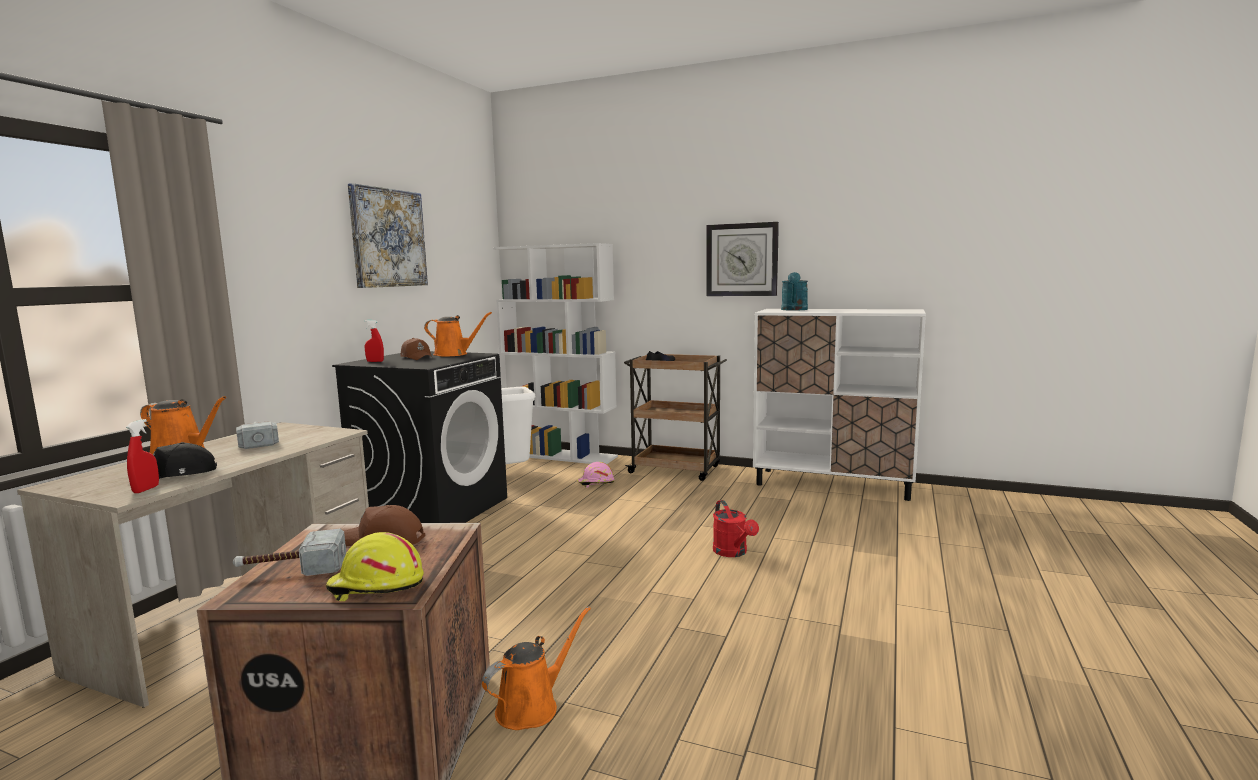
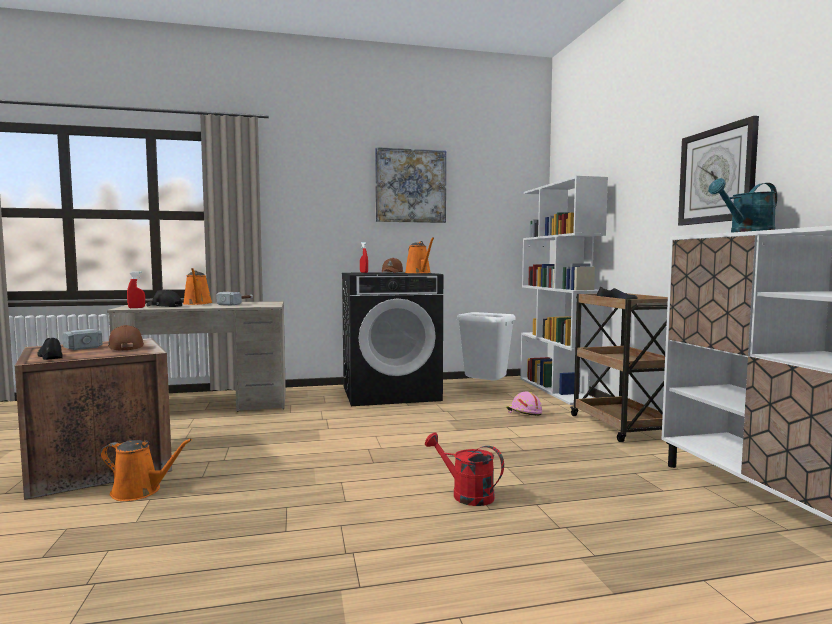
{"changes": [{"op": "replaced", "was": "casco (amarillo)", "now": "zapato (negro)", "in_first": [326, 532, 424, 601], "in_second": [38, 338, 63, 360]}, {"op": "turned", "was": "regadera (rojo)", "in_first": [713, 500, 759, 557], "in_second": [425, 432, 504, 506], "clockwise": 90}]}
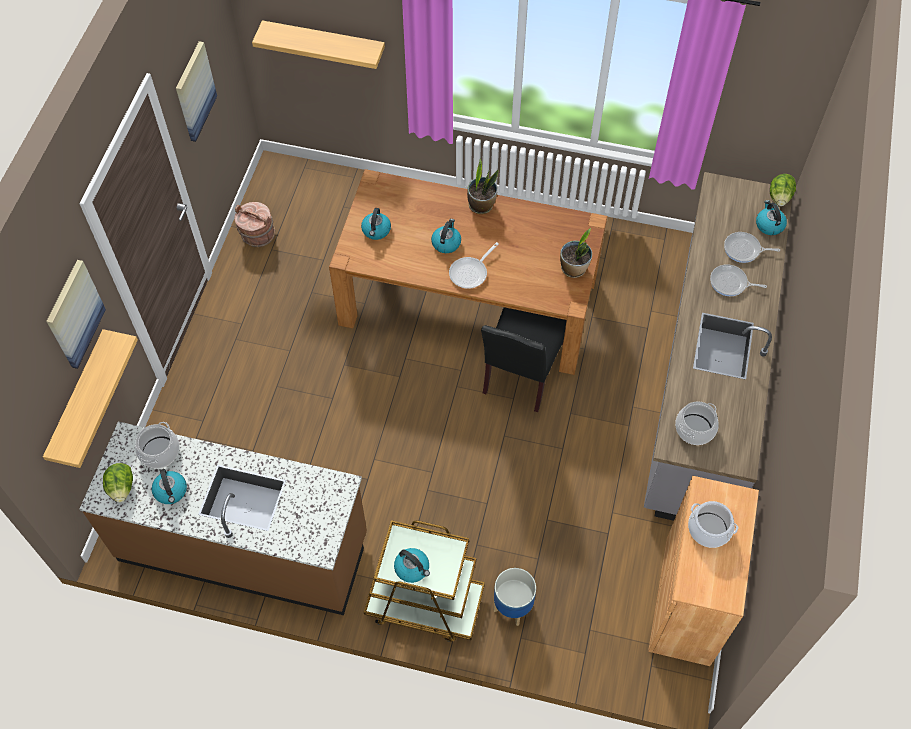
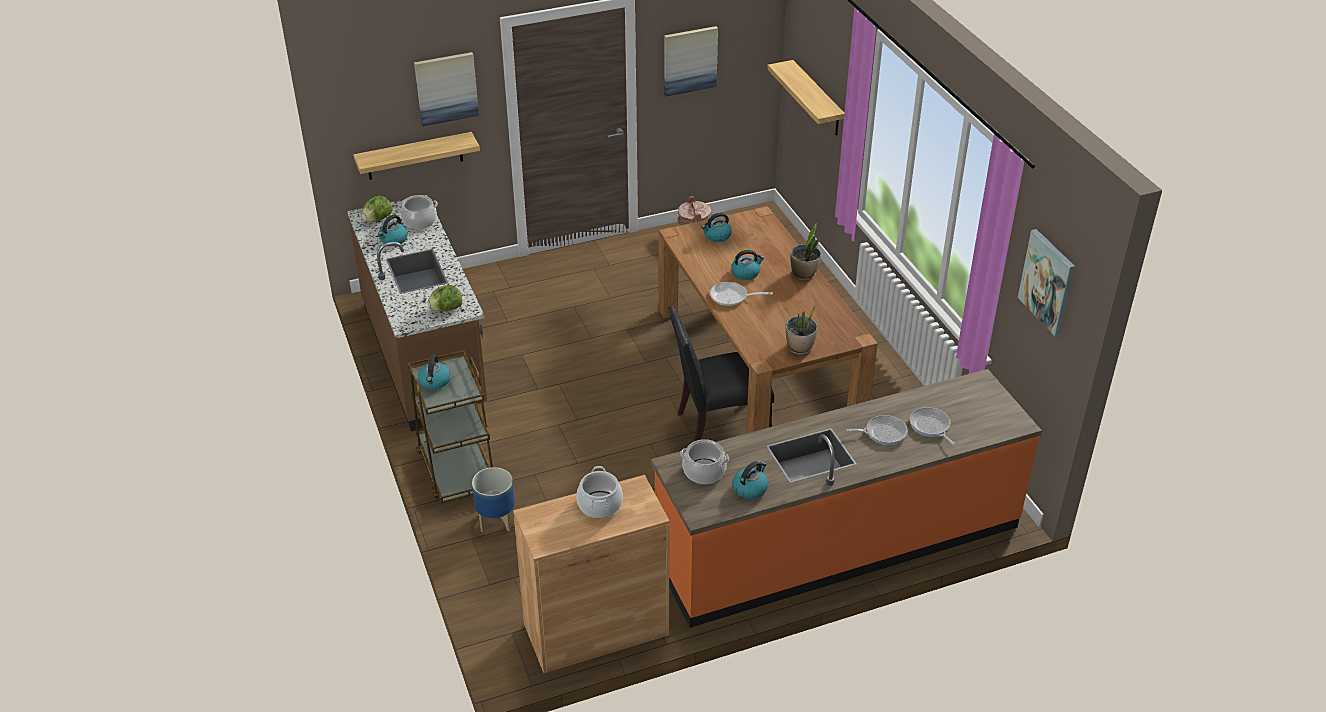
{"changes": [{"op": "added", "now": "cuadro", "in_second": [1018, 229, 1075, 336]}, {"op": "moved", "was": "hervidor", "in_first": [756, 200, 787, 235], "in_second": [733, 461, 768, 499]}, {"op": "moved", "was": "lechuga", "in_first": [770, 174, 796, 206], "in_second": [428, 285, 462, 311]}, {"op": "recoloured", "was": "mueble bajo de cocina (gris)", "now": "mueble bajo de cocina (naranja)", "in_first": [644, 172, 792, 521], "in_second": [651, 369, 1042, 628]}, {"op": "turned", "was": "sartén", "in_first": [710, 264, 767, 296], "in_second": [846, 415, 907, 445], "clockwise": 105}]}
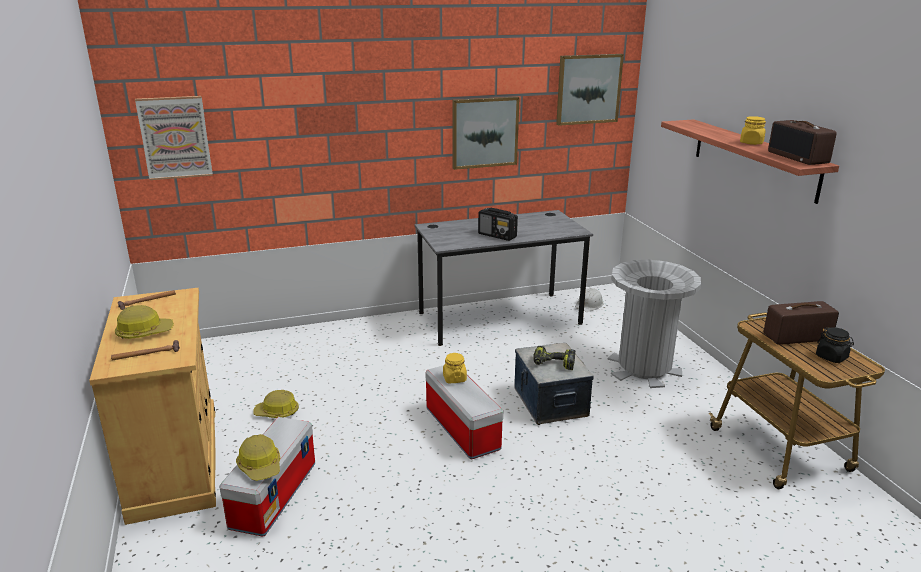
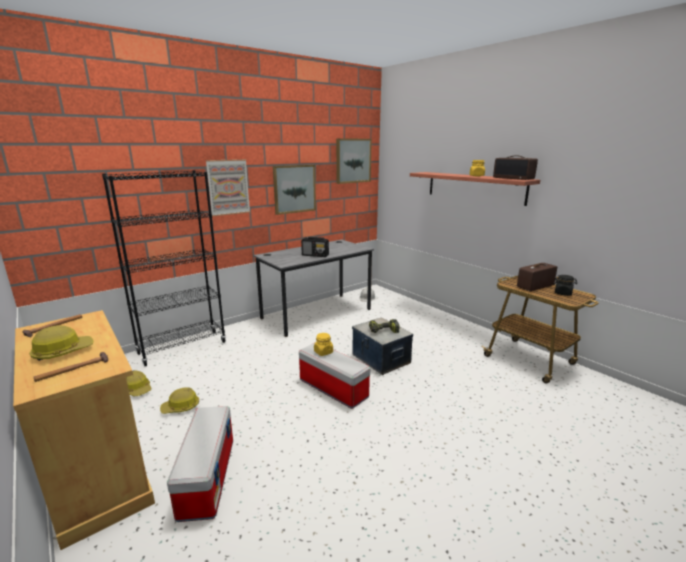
{"changes": [{"op": "removed", "was": "papelera (gris)", "in_first": [608, 260, 701, 388]}, {"op": "added", "now": "estantería (negro)", "in_second": [102, 170, 226, 366]}, {"op": "moved", "was": "cuadro", "in_first": [135, 96, 213, 180], "in_second": [206, 159, 250, 216]}, {"op": "moved", "was": "casco", "in_first": [236, 434, 280, 481], "in_second": [126, 371, 152, 396]}]}
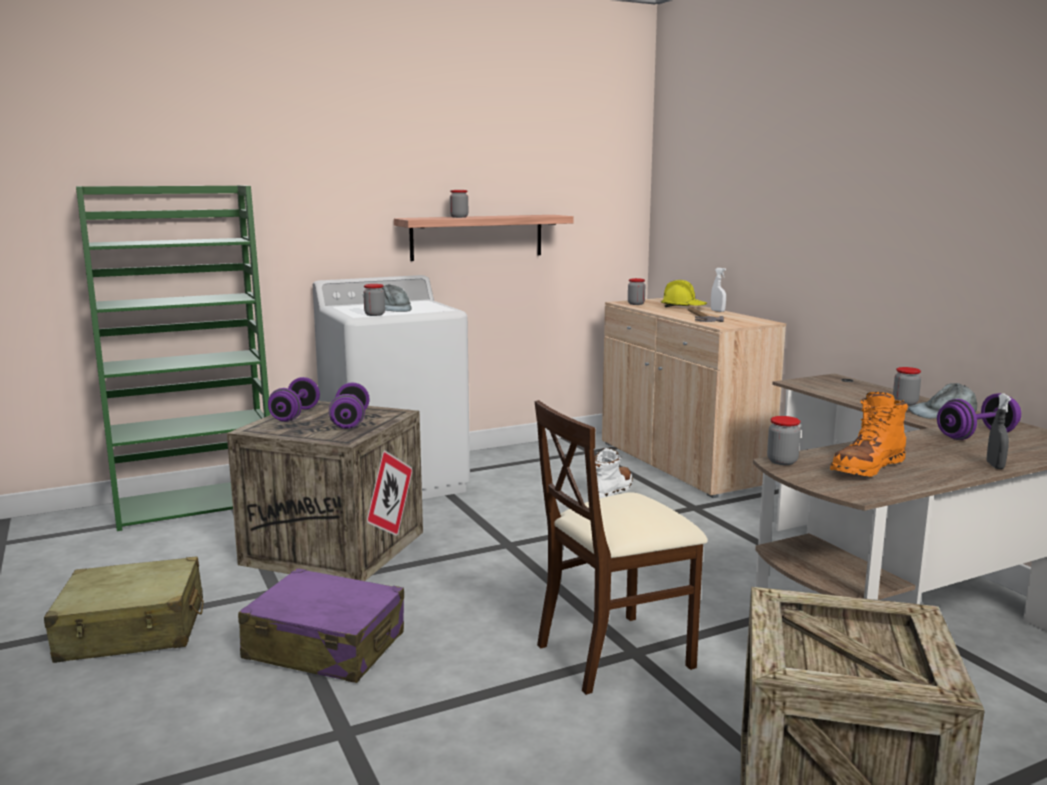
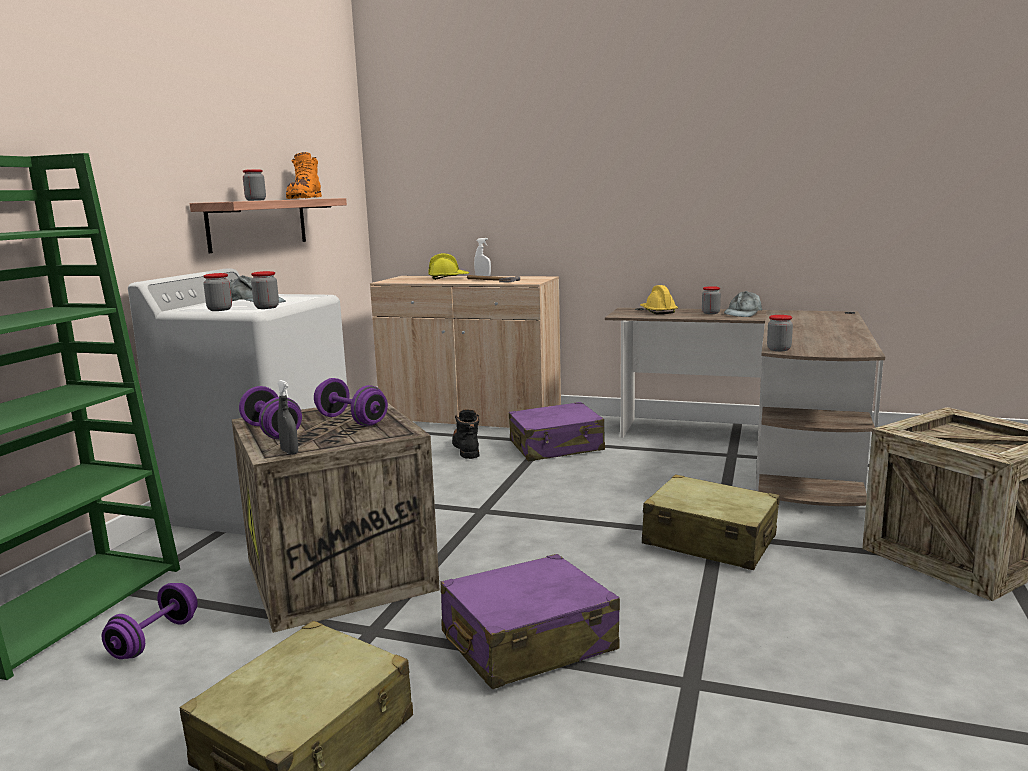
{"changes": [{"op": "added", "now": "maleta (morado)", "in_second": [509, 402, 605, 461]}, {"op": "added", "now": "casco (amarillo)", "in_second": [640, 285, 678, 314]}, {"op": "moved", "was": "tarro", "in_first": [628, 278, 645, 305], "in_second": [203, 273, 232, 311]}, {"op": "moved", "was": "bota (naranja)", "in_first": [830, 392, 908, 477], "in_second": [286, 152, 322, 199]}, {"op": "moved", "was": "mancuerna (morado)", "in_first": [937, 393, 1021, 440], "in_second": [102, 583, 198, 659]}, {"op": "moved", "was": "pulverizador (gris)", "in_first": [987, 393, 1011, 469], "in_second": [277, 380, 298, 455]}, {"op": "replaced", "was": "silla (beis)", "now": "maleta (beis)", "in_first": [535, 400, 708, 695], "in_second": [642, 474, 780, 570]}, {"op": "recoloured", "was": "bota (blanco)", "now": "bota (negro)", "in_first": [595, 448, 633, 499], "in_second": [452, 410, 479, 459]}]}
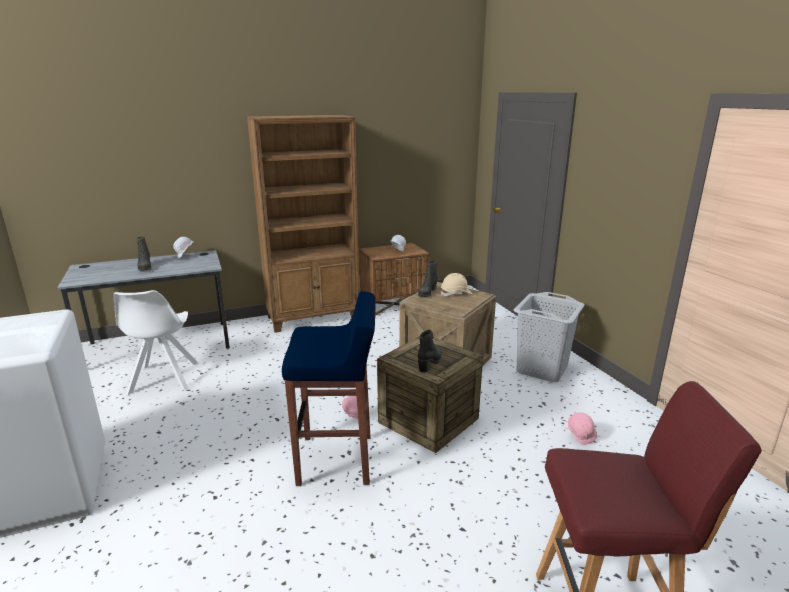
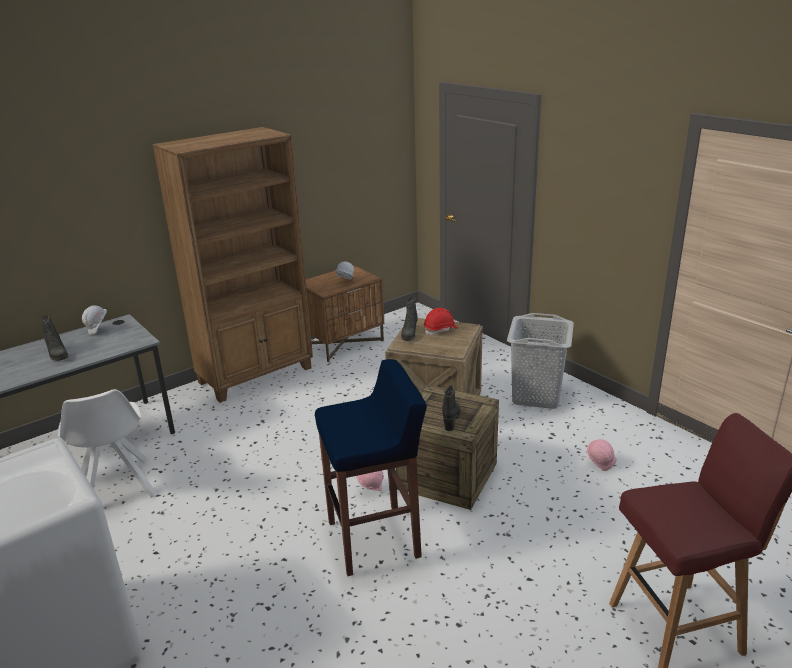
{"changes": [{"op": "recoloured", "was": "casco (beis)", "now": "casco (rojo)", "in_first": [441, 273, 472, 296], "in_second": [424, 308, 458, 335]}]}
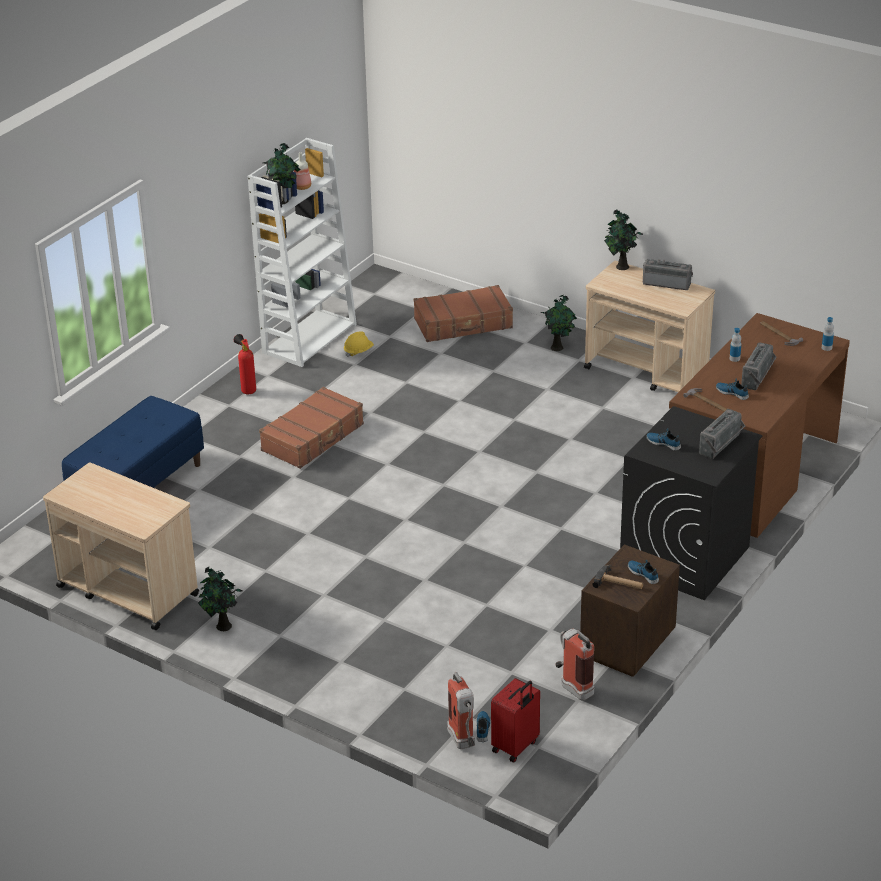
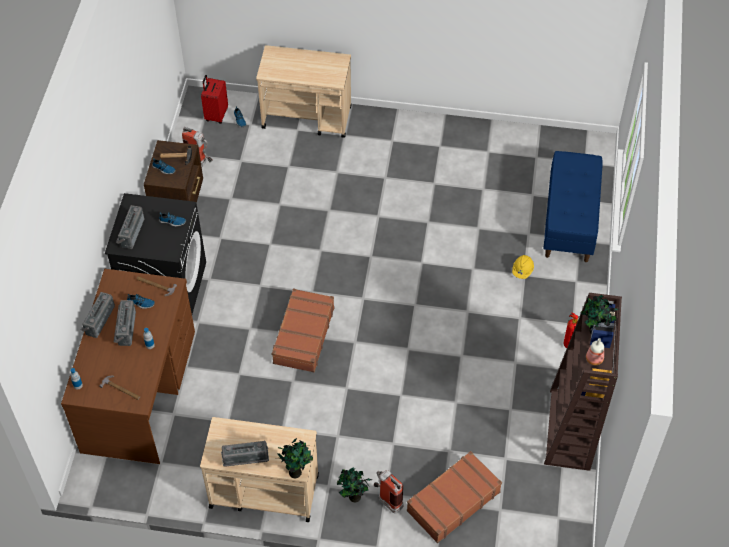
{"changes": [{"op": "removed", "was": "planta en maceta", "in_first": [198, 567, 243, 631]}, {"op": "added", "now": "radio", "in_second": [81, 292, 115, 338]}, {"op": "moved", "was": "carrito (beis)", "in_first": [43, 462, 199, 630], "in_second": [256, 45, 352, 138]}, {"op": "moved", "was": "maleta (marrón)", "in_first": [259, 387, 364, 469], "in_second": [271, 288, 334, 372]}, {"op": "moved", "was": "casco (amarillo)", "in_first": [344, 331, 374, 357], "in_second": [512, 255, 534, 279]}, {"op": "moved", "was": "extintor", "in_first": [447, 672, 475, 749], "in_second": [374, 470, 404, 514]}, {"op": "recoloured", "was": "estantería (blanco)", "now": "estantería (marrón)", "in_first": [248, 138, 357, 367], "in_second": [544, 293, 622, 471]}]}
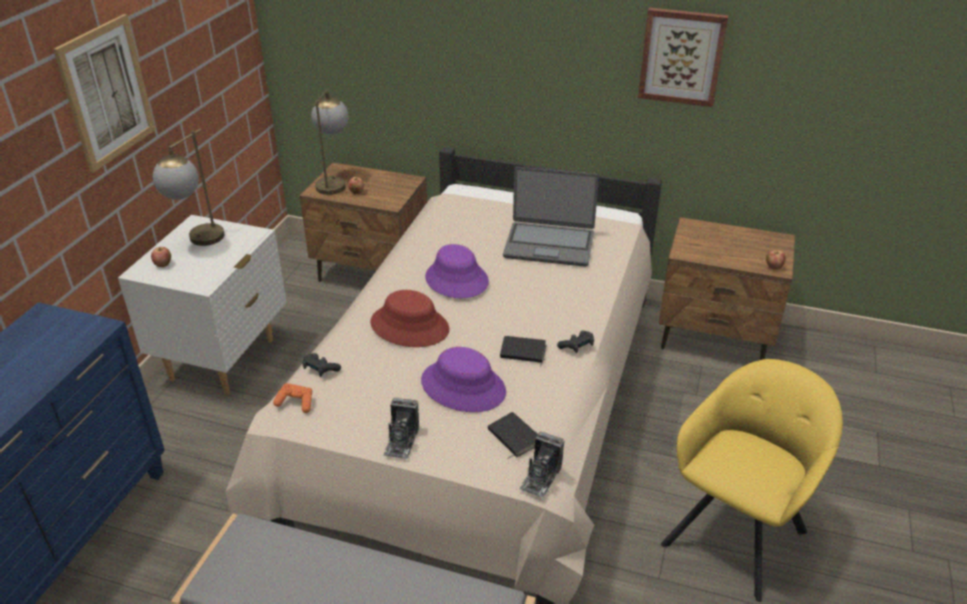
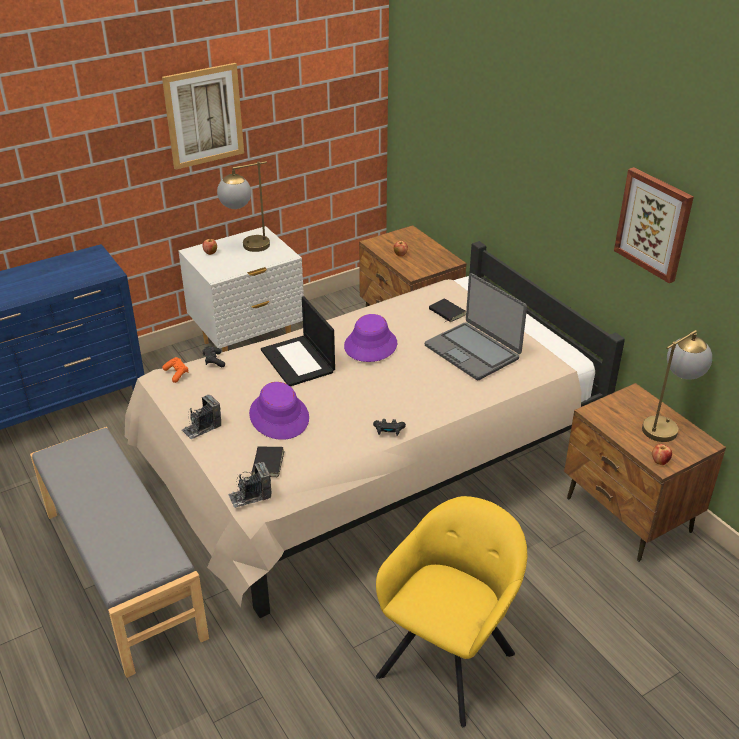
{"changes": [{"op": "moved", "was": "lámpara de mesa", "in_first": [311, 89, 349, 195], "in_second": [642, 330, 712, 442]}, {"op": "moved", "was": "libro (negro)", "in_first": [500, 336, 547, 366], "in_second": [429, 299, 466, 322]}, {"op": "replaced", "was": "sombrero (rojo)", "now": "portátil", "in_first": [370, 290, 449, 347], "in_second": [261, 296, 335, 386]}, {"op": "turned", "was": "sillón (amarillo)", "in_first": [661, 359, 843, 602], "in_second": [376, 496, 527, 728], "clockwise": -45}]}
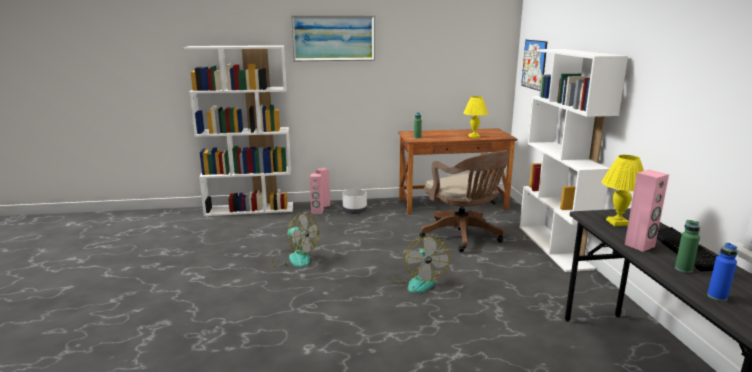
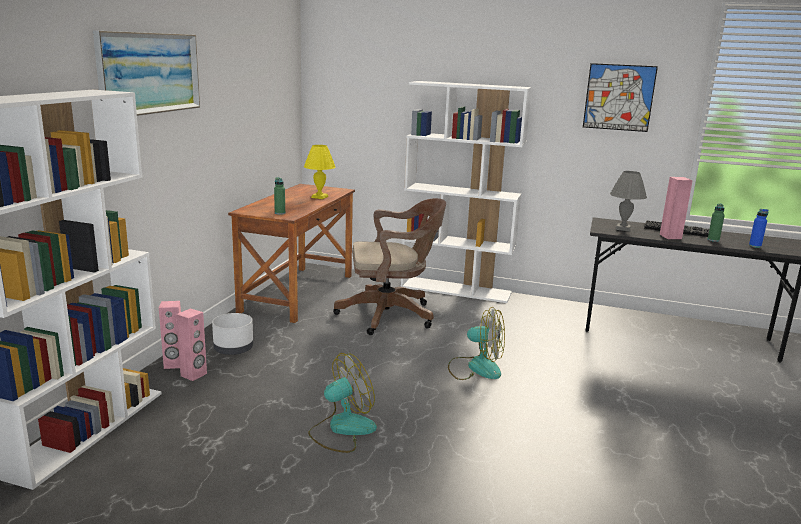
{"changes": [{"op": "moved", "was": "cuadro", "in_first": [521, 40, 547, 91], "in_second": [583, 63, 658, 132]}, {"op": "recoloured", "was": "lámpara de mesa (amarillo)", "now": "lámpara de mesa (gris)", "in_first": [602, 155, 644, 226], "in_second": [610, 171, 647, 231]}]}
